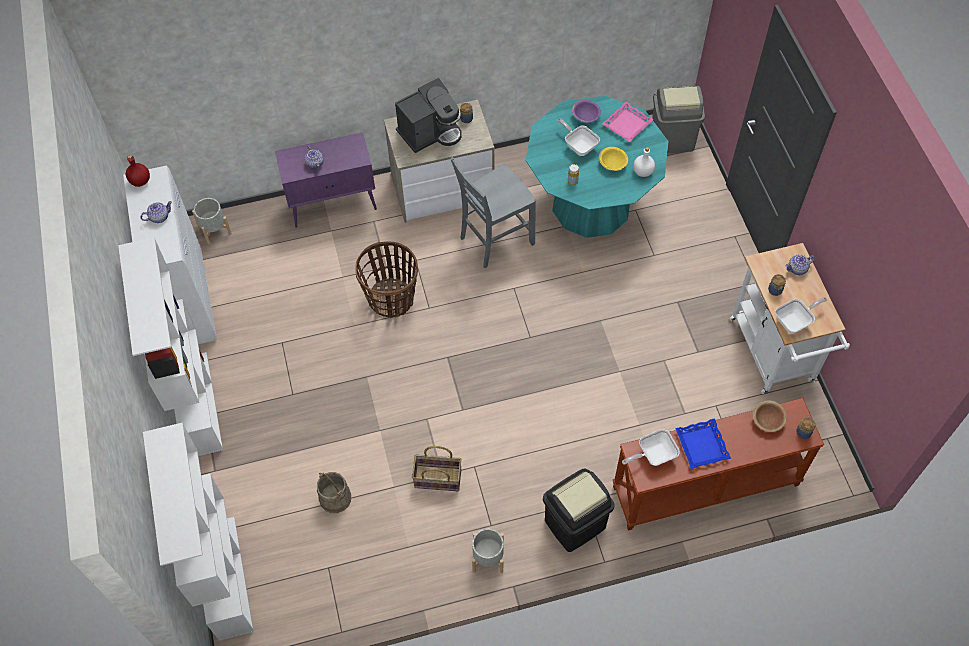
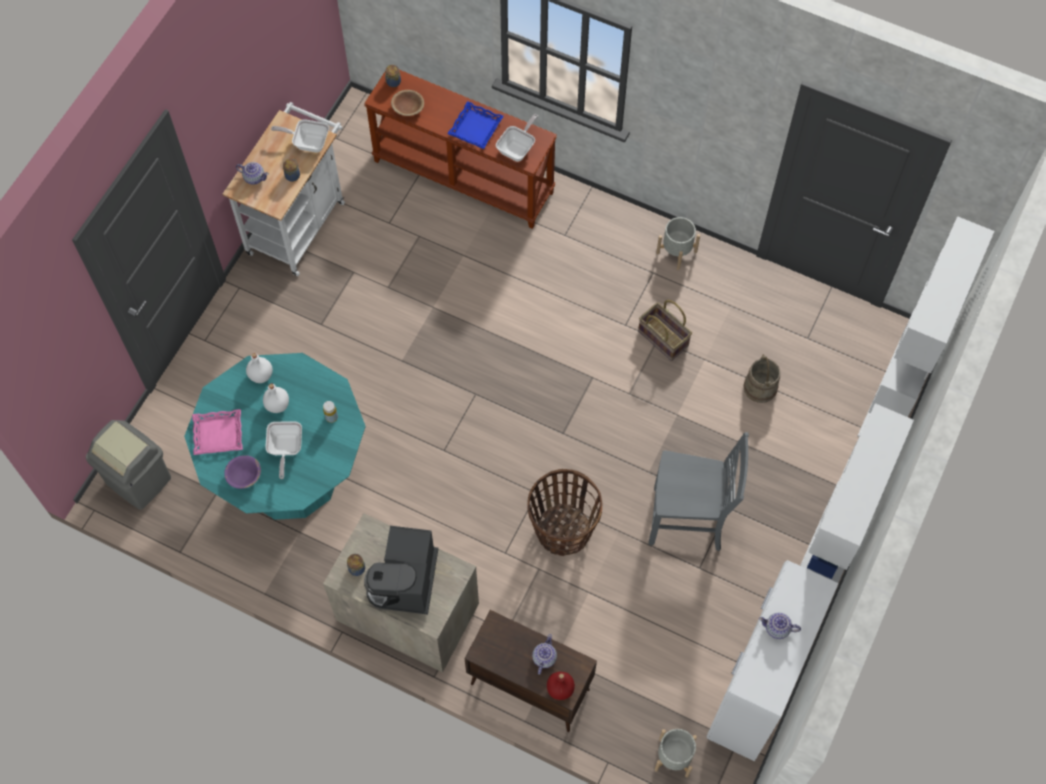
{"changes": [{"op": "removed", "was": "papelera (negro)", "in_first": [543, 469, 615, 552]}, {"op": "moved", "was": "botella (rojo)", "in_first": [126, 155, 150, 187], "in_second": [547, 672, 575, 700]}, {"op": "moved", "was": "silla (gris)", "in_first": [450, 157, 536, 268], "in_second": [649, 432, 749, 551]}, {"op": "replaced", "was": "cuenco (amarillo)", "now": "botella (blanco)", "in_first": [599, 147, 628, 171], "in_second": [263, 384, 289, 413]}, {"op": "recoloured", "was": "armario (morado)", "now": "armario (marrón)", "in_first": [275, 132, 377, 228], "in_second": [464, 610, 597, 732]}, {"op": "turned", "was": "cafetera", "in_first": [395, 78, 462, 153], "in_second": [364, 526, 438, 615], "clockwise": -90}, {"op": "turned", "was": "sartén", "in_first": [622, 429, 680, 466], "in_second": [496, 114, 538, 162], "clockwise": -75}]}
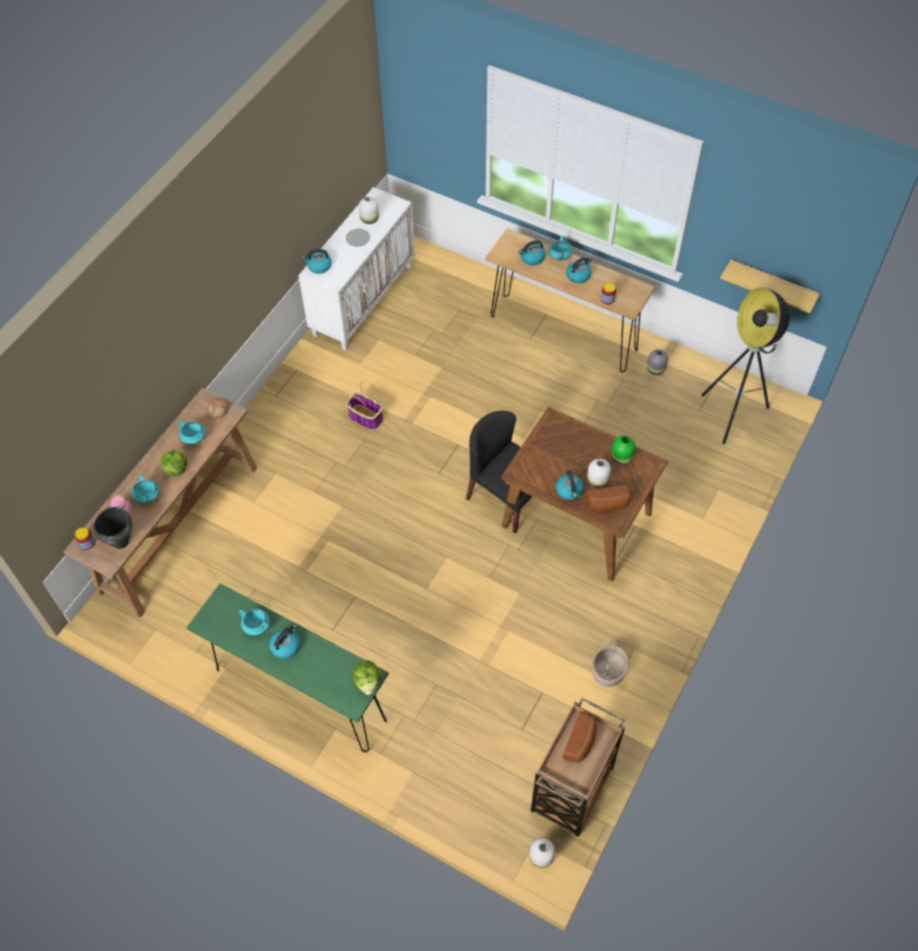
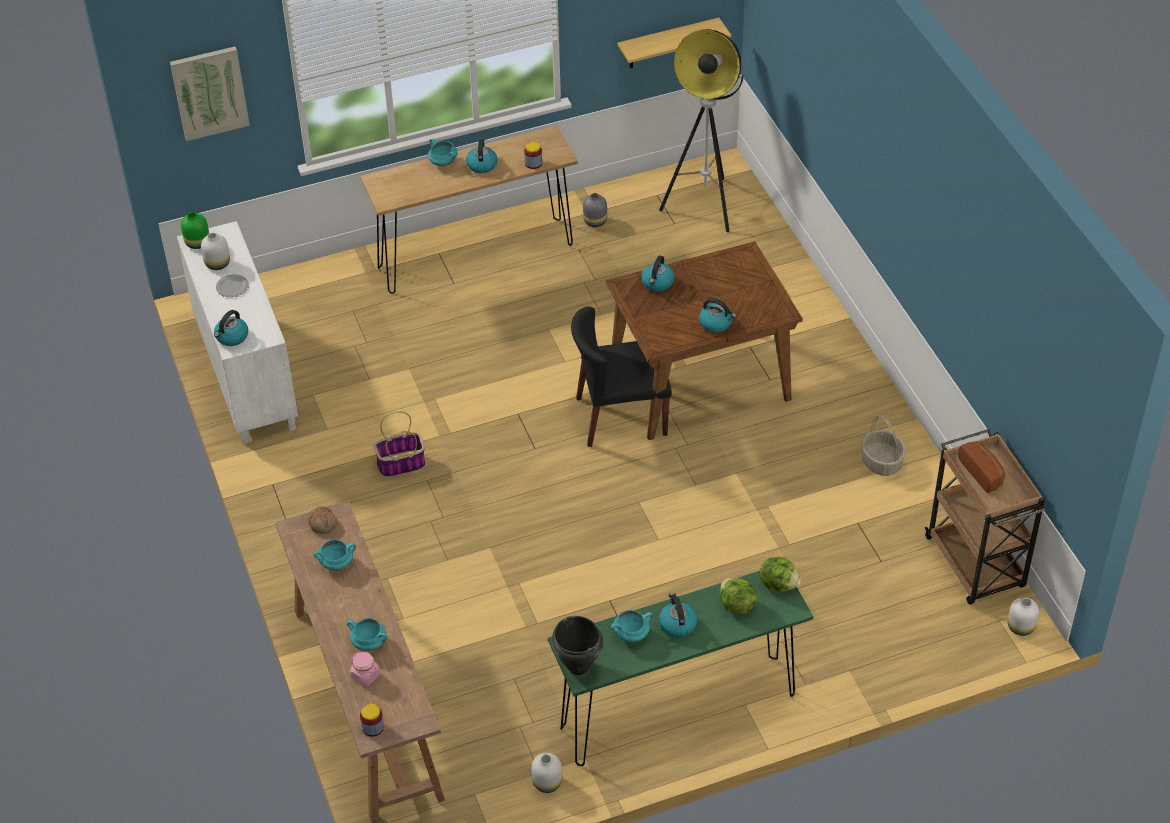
{"changes": [{"op": "removed", "was": "pan", "in_first": [586, 485, 631, 511]}, {"op": "added", "now": "cuadro", "in_second": [170, 47, 250, 141]}, {"op": "moved", "was": "olla (negro)", "in_first": [94, 507, 132, 549], "in_second": [552, 616, 603, 675]}, {"op": "moved", "was": "lechuga", "in_first": [161, 448, 187, 477], "in_second": [720, 578, 757, 614]}, {"op": "moved", "was": "hervidor", "in_first": [518, 240, 545, 265], "in_second": [641, 255, 675, 291]}, {"op": "moved", "was": "florero (blanco)", "in_first": [587, 459, 611, 488], "in_second": [531, 753, 562, 793]}, {"op": "moved", "was": "florero (verde)", "in_first": [612, 436, 636, 465], "in_second": [181, 212, 209, 249]}]}
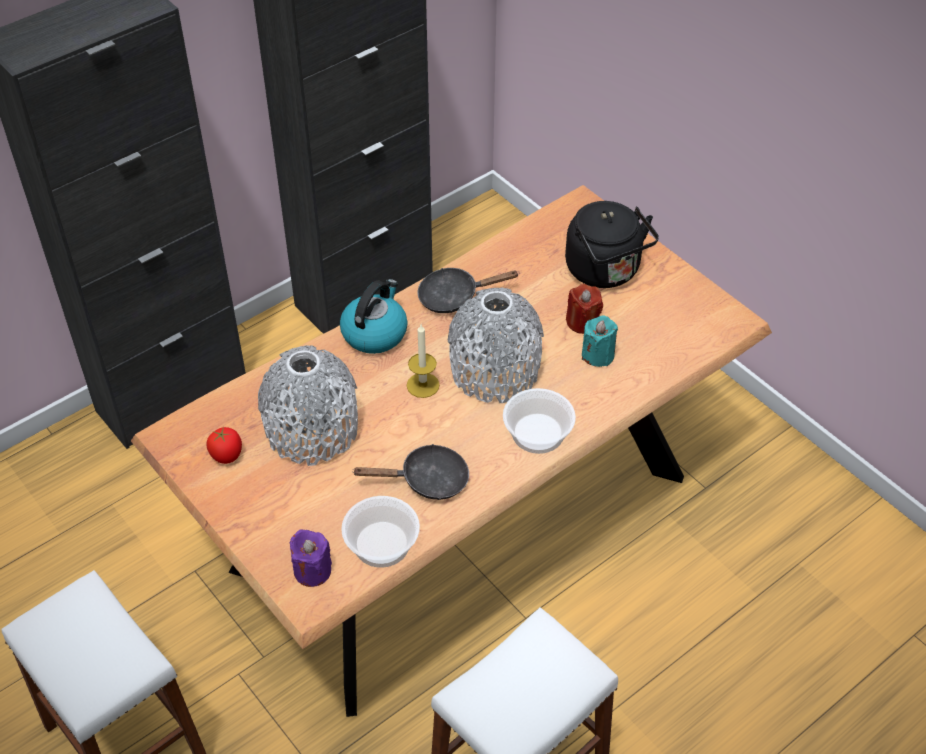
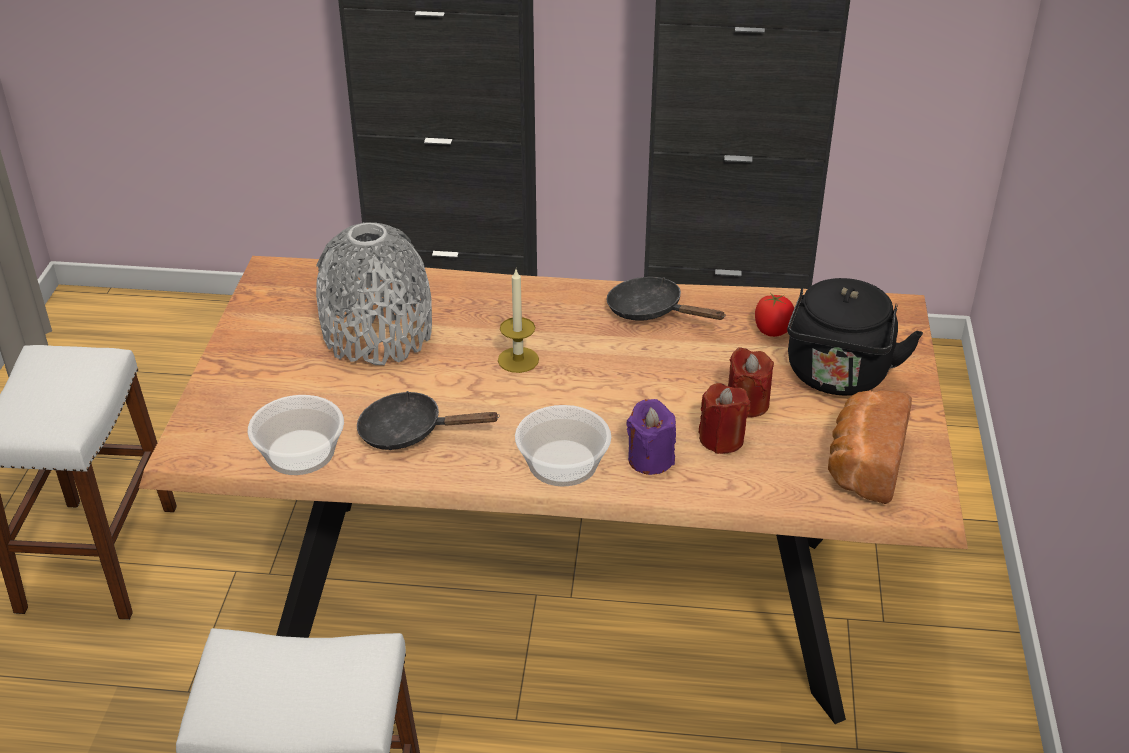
{"changes": [{"op": "removed", "was": "hervidor", "in_first": [340, 279, 408, 354]}, {"op": "removed", "was": "florero (gris)", "in_first": [447, 287, 544, 403]}, {"op": "added", "now": "pan", "in_second": [828, 390, 912, 504]}, {"op": "moved", "was": "tomate", "in_first": [207, 427, 242, 464], "in_second": [755, 293, 794, 337]}, {"op": "moved", "was": "vela (morado)", "in_first": [289, 529, 332, 587], "in_second": [626, 399, 676, 475]}, {"op": "recoloured", "was": "vela (turquesa)", "now": "vela (rojo)", "in_first": [582, 315, 618, 367], "in_second": [698, 383, 751, 454]}, {"op": "turned", "was": "sartén (negro)", "in_first": [352, 444, 469, 500], "in_second": [357, 391, 500, 450], "clockwise": 150}]}
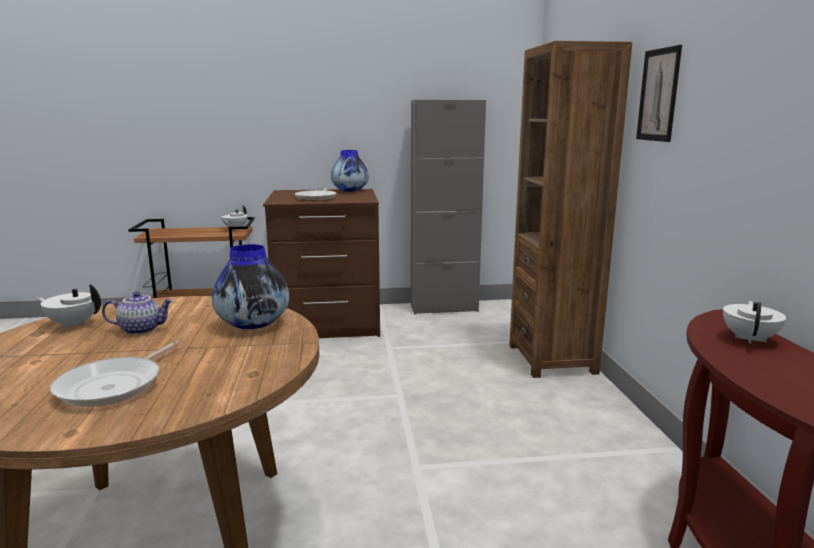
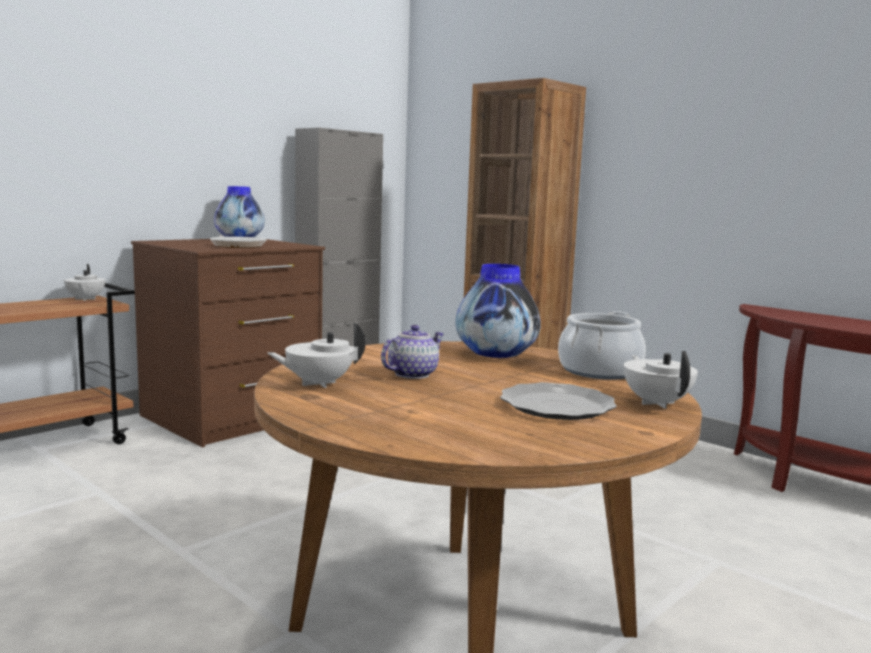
{"changes": [{"op": "removed", "was": "cuadro", "in_first": [636, 45, 682, 142]}, {"op": "added", "now": "olla", "in_second": [558, 311, 646, 380]}, {"op": "moved", "was": "tetera (blanco)", "in_first": [723, 301, 786, 344], "in_second": [624, 351, 698, 409]}, {"op": "replaced", "was": "sartén", "now": "plato", "in_first": [50, 341, 179, 407], "in_second": [500, 382, 617, 420]}]}
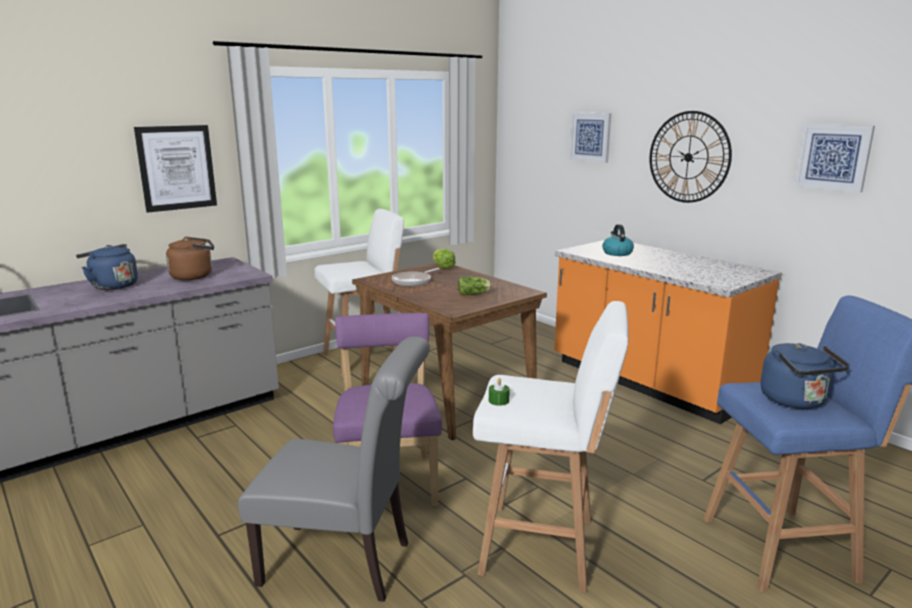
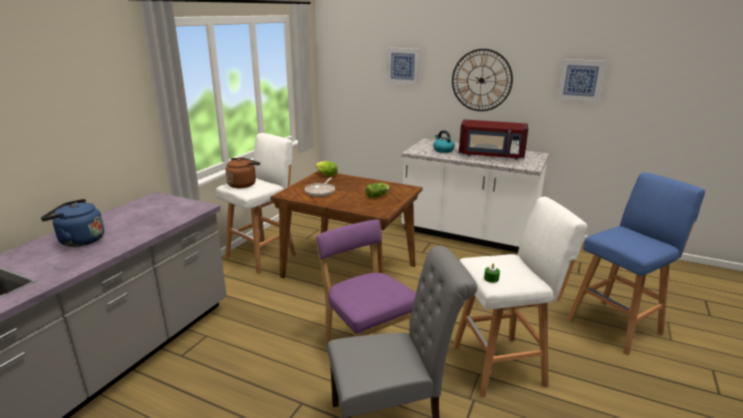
{"changes": [{"op": "removed", "was": "cuadro", "in_first": [134, 125, 217, 213]}, {"op": "removed", "was": "hervidor (azul)", "in_first": [760, 343, 849, 409]}, {"op": "added", "now": "microondas (rojo)", "in_second": [459, 119, 528, 160]}, {"op": "moved", "was": "hervidor (marrón)", "in_first": [166, 237, 214, 280], "in_second": [226, 158, 260, 188]}, {"op": "recoloured", "was": "mueble bajo de cocina (naranja)", "now": "mueble bajo de cocina (blanco)", "in_first": [554, 240, 782, 424], "in_second": [401, 139, 549, 253]}]}
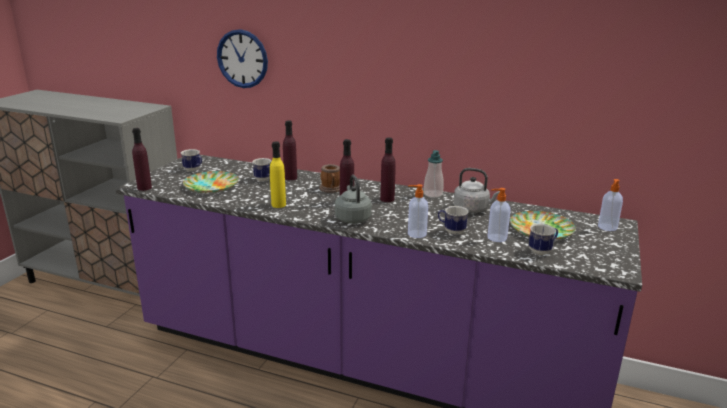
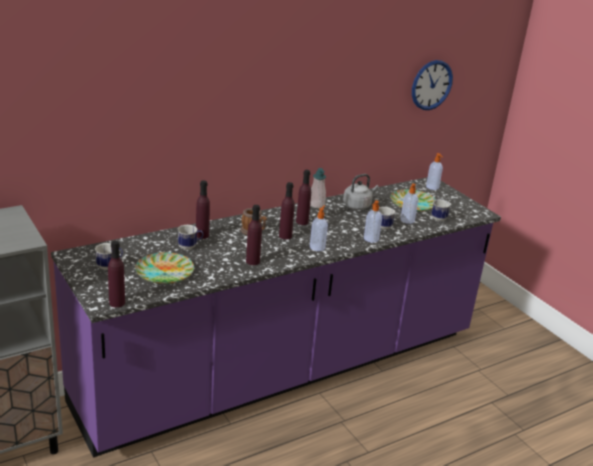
{"changes": [{"op": "moved", "was": "reloj de pared", "in_first": [217, 29, 268, 88], "in_second": [412, 60, 453, 110]}, {"op": "replaced", "was": "hervidor (gris)", "now": "dispensador de jabón", "in_first": [335, 175, 372, 224], "in_second": [310, 205, 328, 251]}, {"op": "recoloured", "was": "botella (amarillo)", "now": "botella (morado)", "in_first": [270, 141, 286, 208], "in_second": [246, 205, 262, 265]}]}
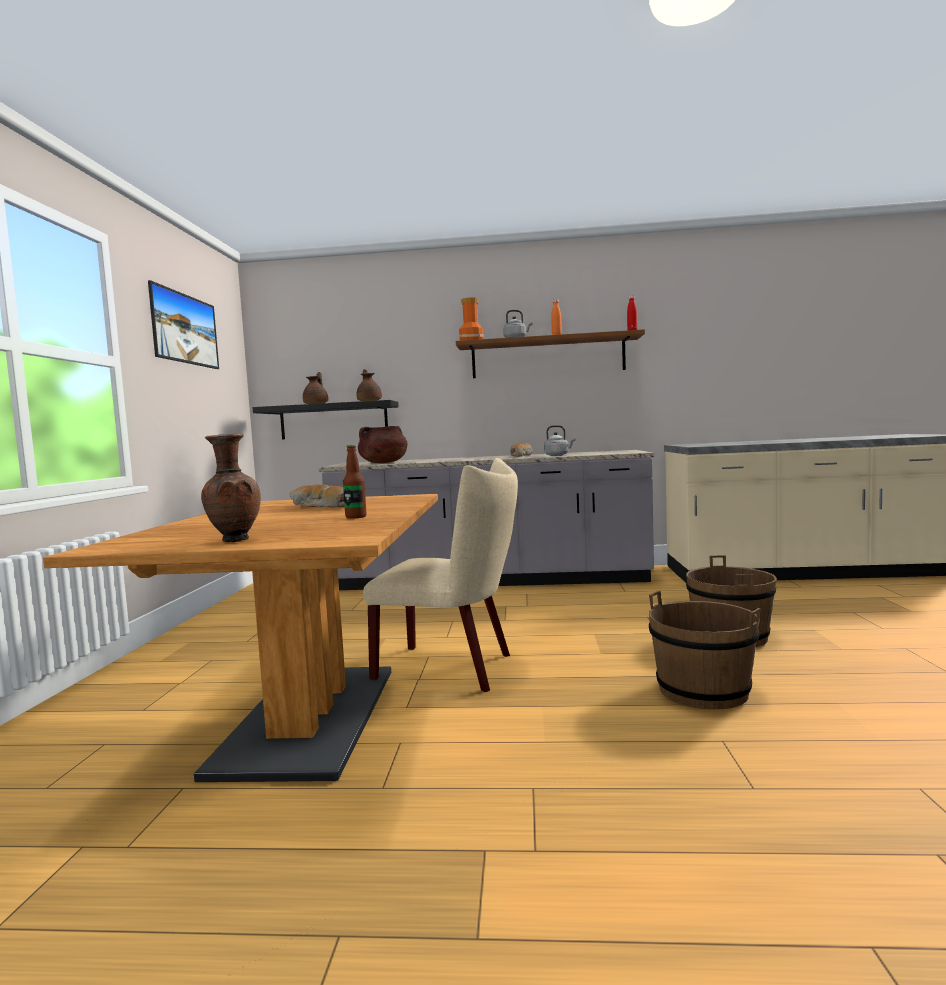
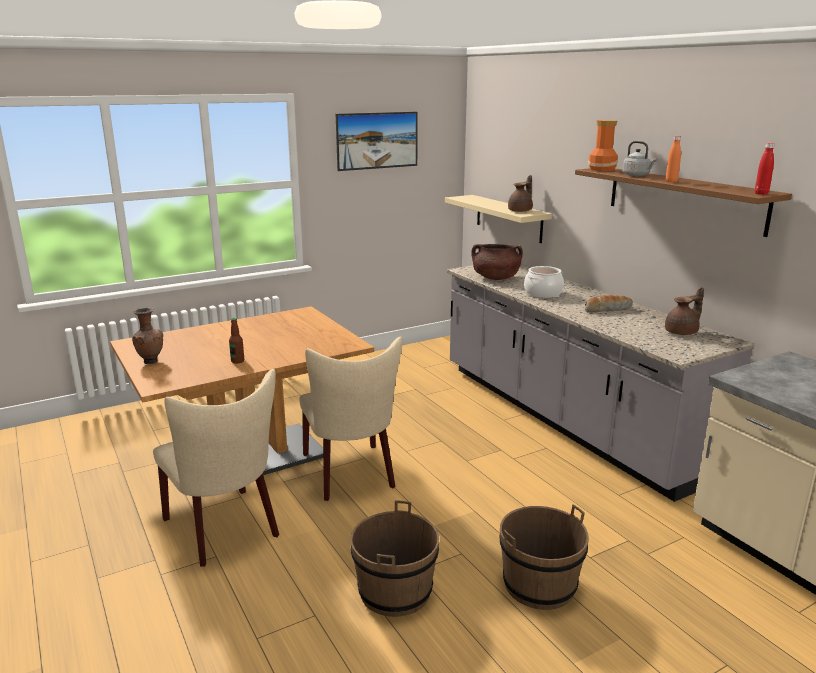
{"changes": [{"op": "removed", "was": "pan", "in_first": [289, 485, 345, 507]}, {"op": "removed", "was": "hervidor (gris)", "in_first": [544, 425, 575, 456]}, {"op": "added", "now": "silla (beis)", "in_second": [153, 369, 279, 567]}, {"op": "added", "now": "olla", "in_second": [524, 266, 564, 298]}, {"op": "moved", "was": "tetera (marrón)", "in_first": [303, 372, 328, 404], "in_second": [665, 287, 704, 335]}, {"op": "recoloured", "was": "estante (negro)", "now": "estante (beis)", "in_first": [252, 400, 399, 439], "in_second": [445, 195, 552, 243]}]}
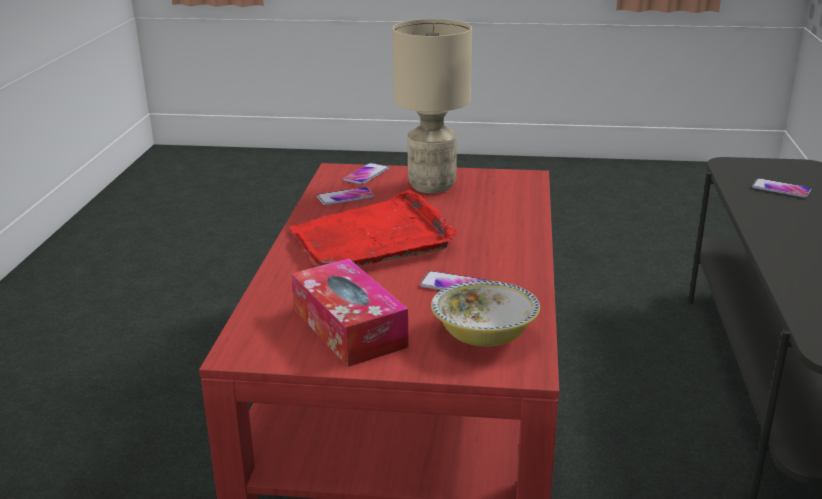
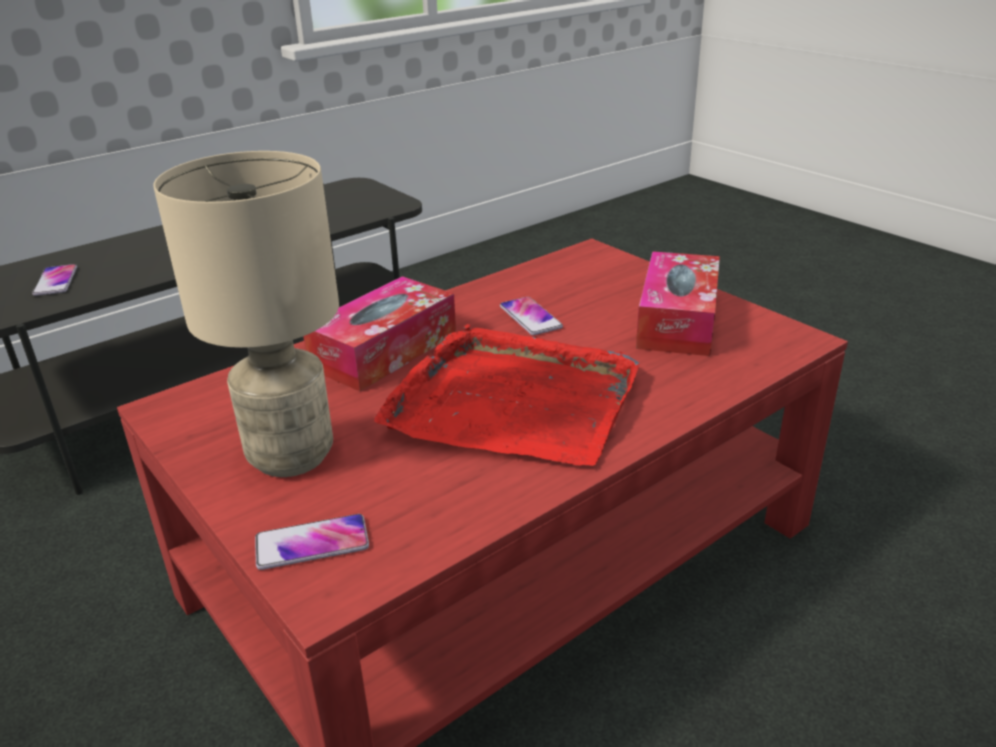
{"changes": [{"op": "removed", "was": "móvil", "in_first": [317, 187, 375, 205]}, {"op": "removed", "was": "cuenco", "in_first": [431, 281, 540, 347]}, {"op": "added", "now": "caja de pañuelos", "in_second": [303, 276, 456, 392]}]}
